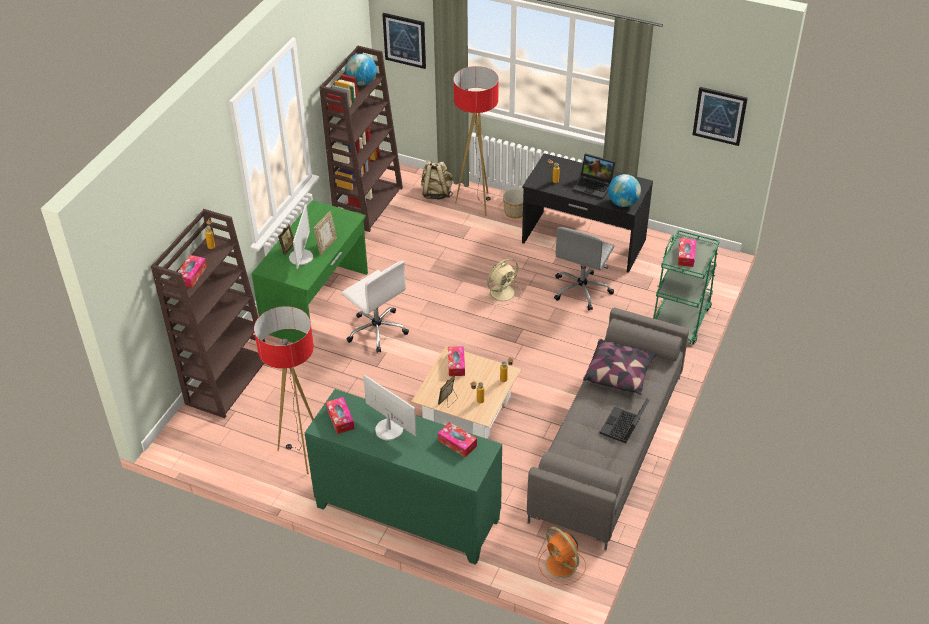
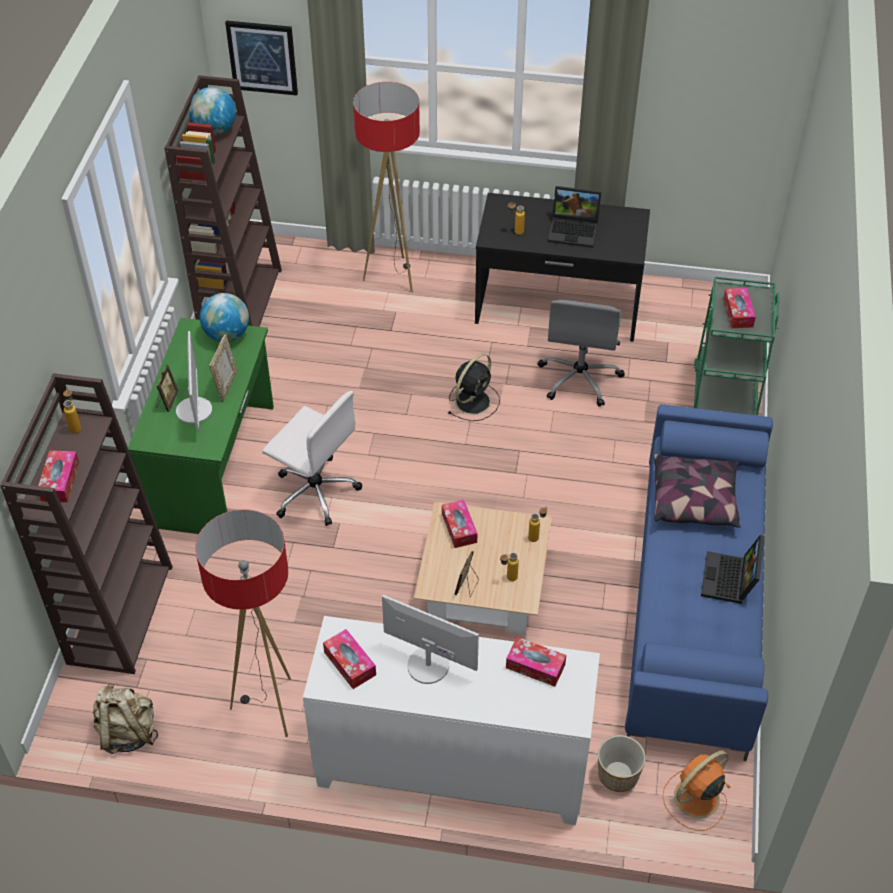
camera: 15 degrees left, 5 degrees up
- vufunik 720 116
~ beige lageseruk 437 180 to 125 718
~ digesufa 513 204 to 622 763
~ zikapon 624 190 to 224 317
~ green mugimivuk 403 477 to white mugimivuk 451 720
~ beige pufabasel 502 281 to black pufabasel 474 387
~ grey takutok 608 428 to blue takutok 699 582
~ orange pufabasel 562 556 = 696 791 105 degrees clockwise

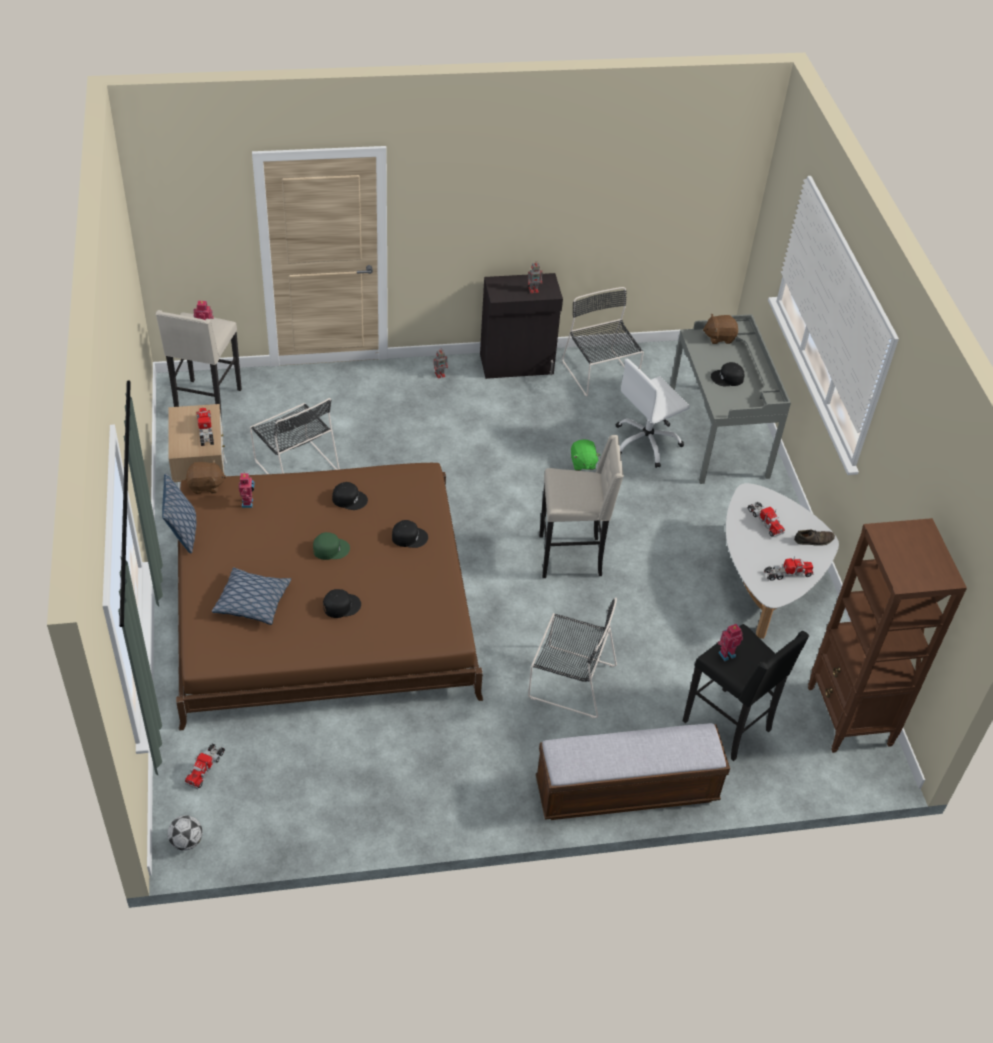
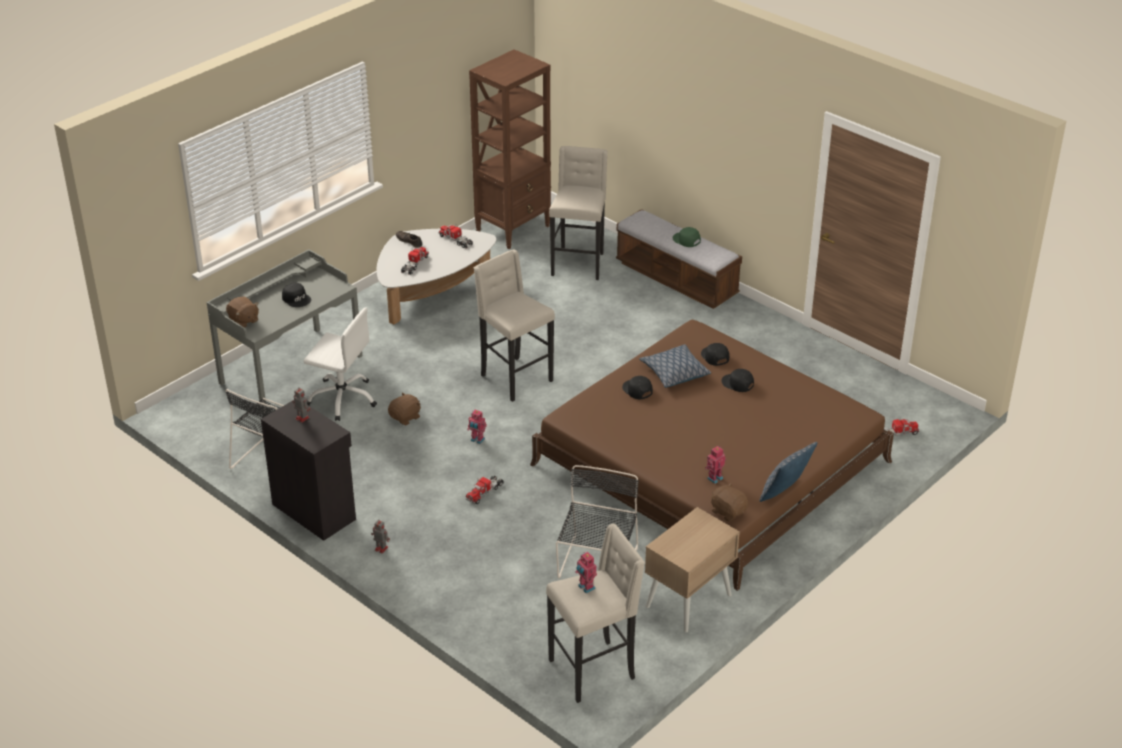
camera: 125 degrees left, 10 degrees down
- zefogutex 184 833
- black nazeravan 572 657
~ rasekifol 205 427 to 485 489
~ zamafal 251 596 to 675 366
~ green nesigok 331 546 to 687 237
~ black nesigok 350 496 to 715 354
~ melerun 730 642 to 477 427
~ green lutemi 585 455 to brown lutemi 404 409
~ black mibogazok 746 692 to beige mibogazok 578 213

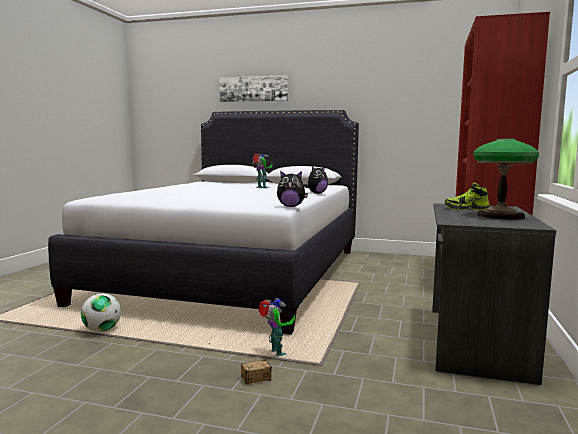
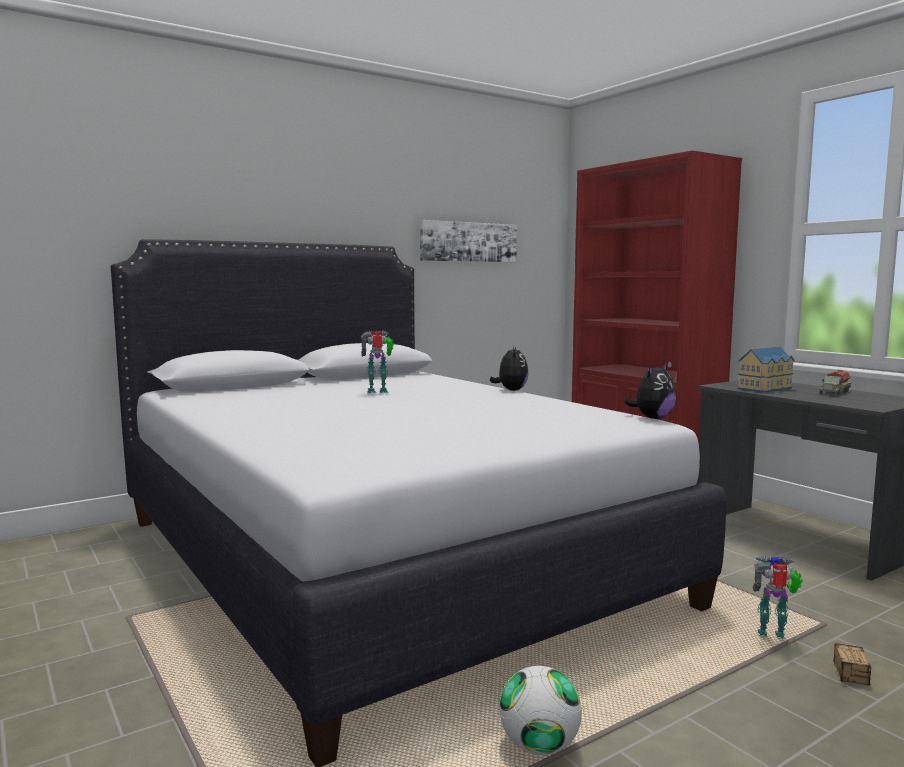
camera: 50 degrees left, 0 degrees up
~ vufunik 253 88 to 468 241
~ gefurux 467 196 to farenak 766 369
~ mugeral 506 179 to rasekifol 835 383

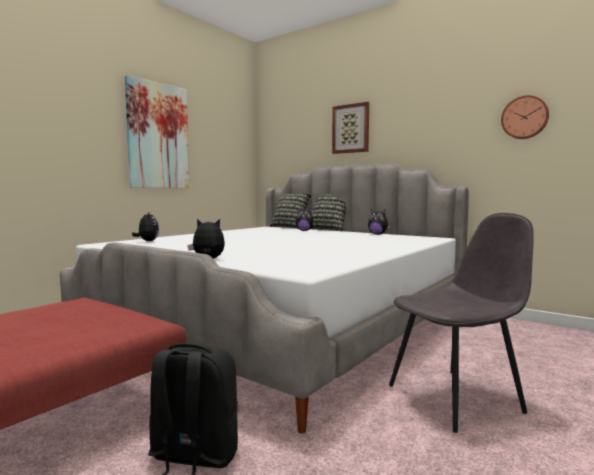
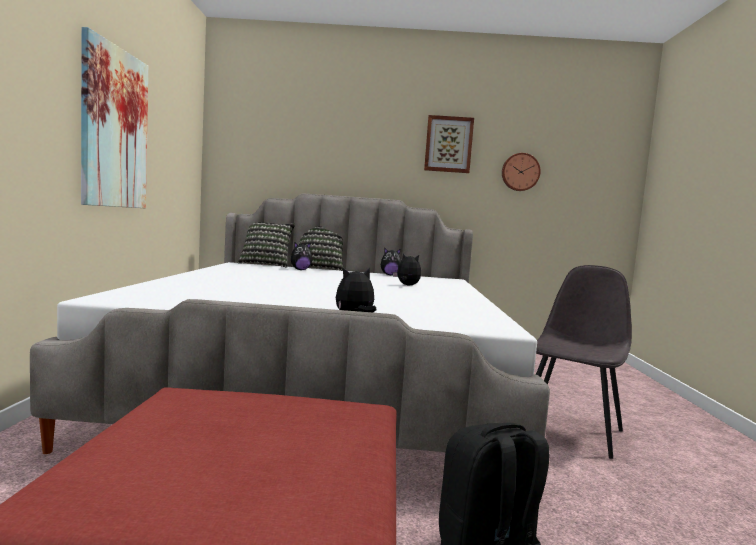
camera: 35 degrees left, 0 degrees up
~ lutemi 145 226 to 407 269
~ vufunik 350 128 to 449 144

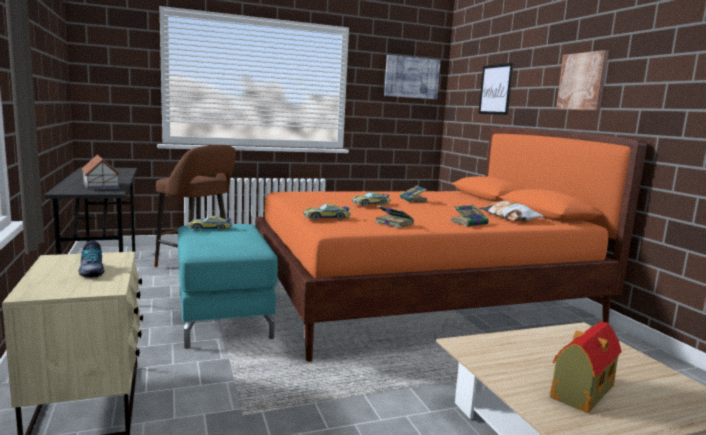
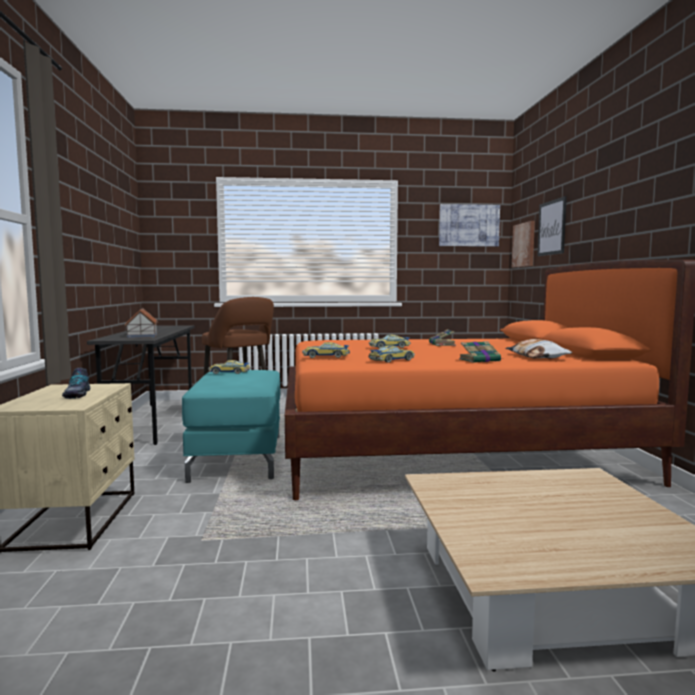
camera: 15 degrees right, 5 degrees down
- farenak 586 367
~ vufunik 582 80 to 523 244
~ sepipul 394 217 to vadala 391 354

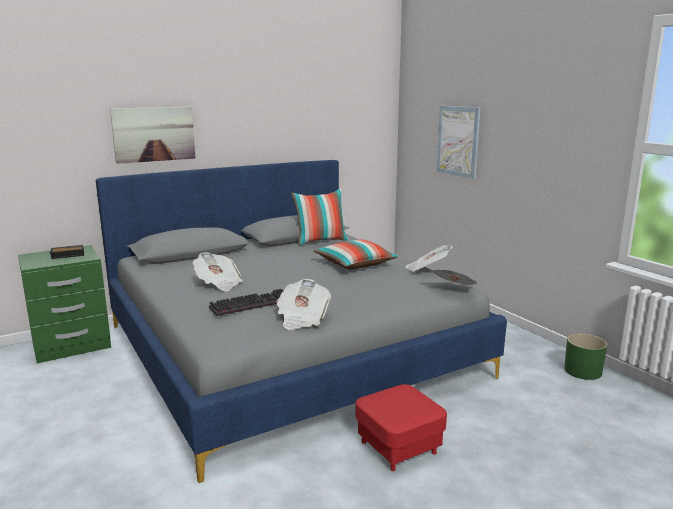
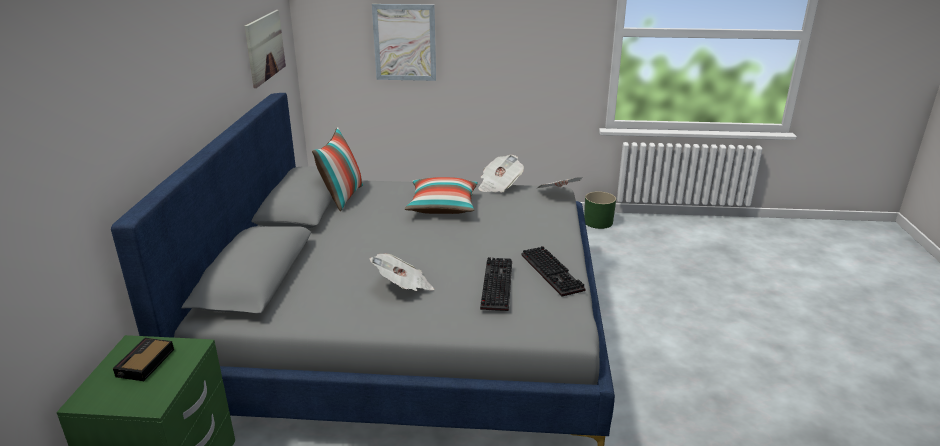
camera: 55 degrees left, 10 degrees up
- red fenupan 401 427
~ vufunik 152 135 to 265 49
~ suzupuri 303 304 to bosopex 553 271

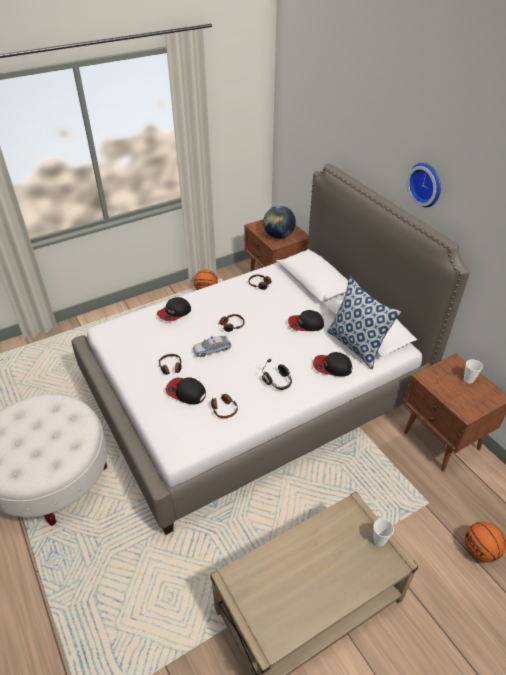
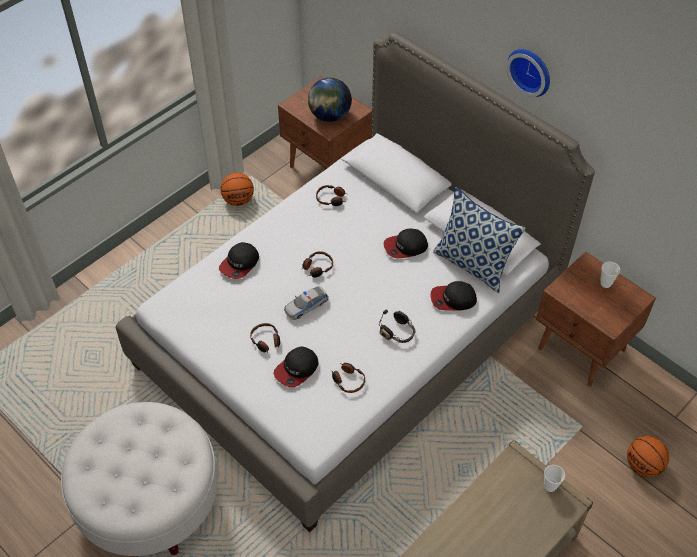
camera: 15 degrees left, 10 degrees up
~ nesigok 185 391 = 296 366 60 degrees counterclockwise

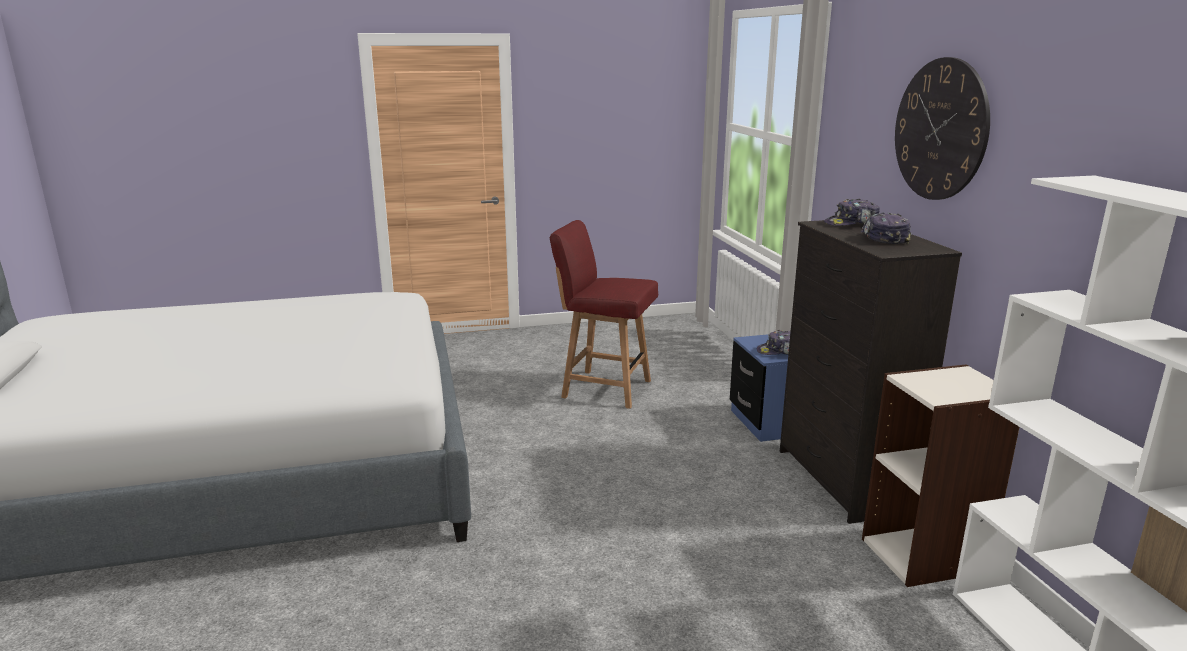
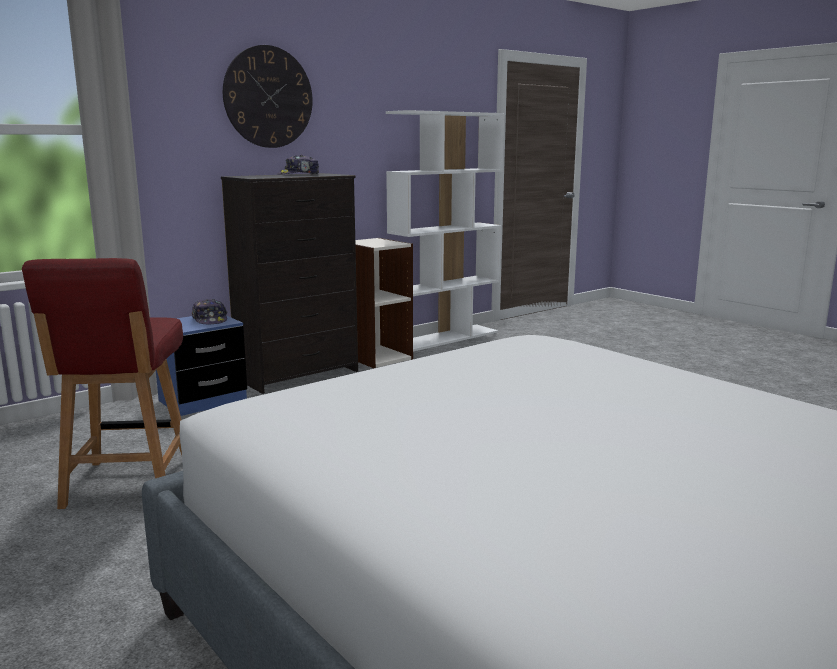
camera: 115 degrees left, 5 degrees down
- nesigok 852 212

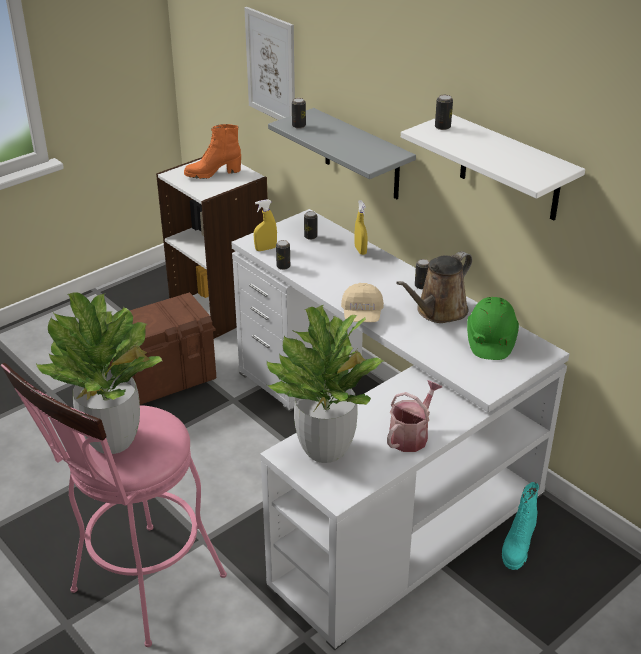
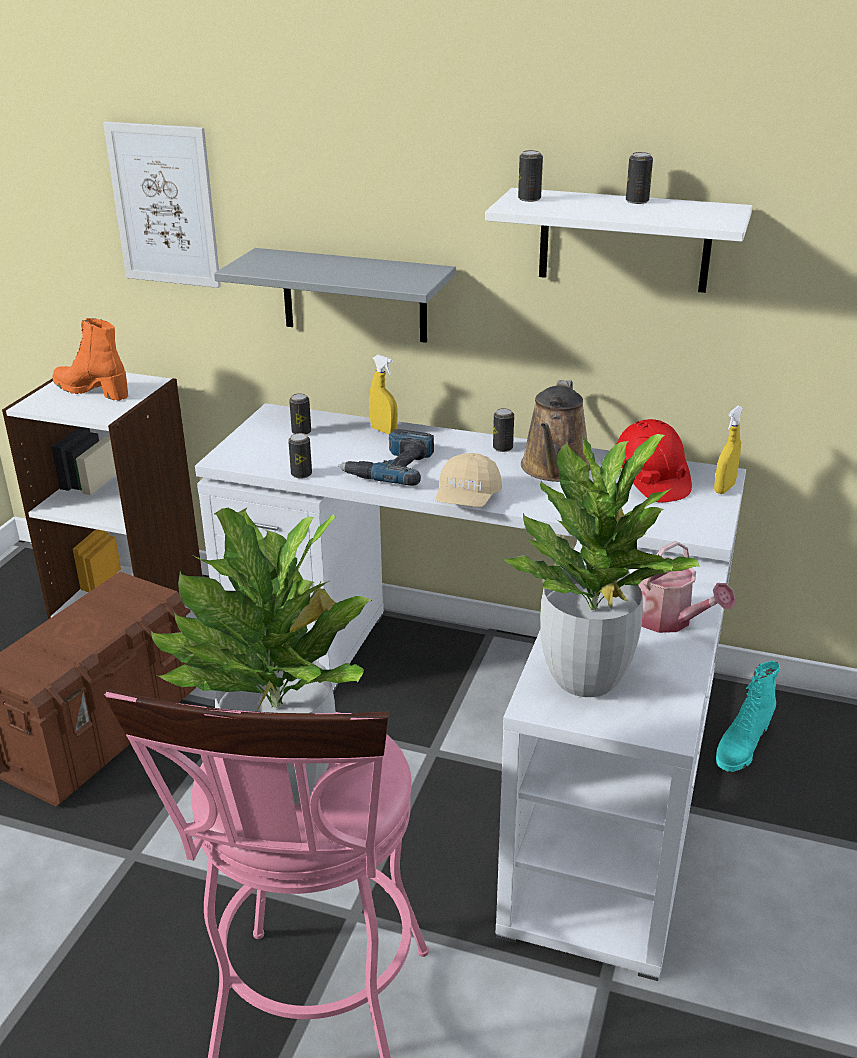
camera: 30 degrees left, 5 degrees down
+ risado 386 457
~ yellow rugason 265 225 to 728 450
~ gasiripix 299 113 to 639 178
~ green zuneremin 493 328 to red zuneremin 654 461
~ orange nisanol 212 151 = 90 359 75 degrees clockwise
~ beige nesigok 362 302 = 469 480 45 degrees clockwise
~ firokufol 414 416 = 680 587 135 degrees clockwise
~ turquoise nisanol 520 526 = 748 716 45 degrees clockwise

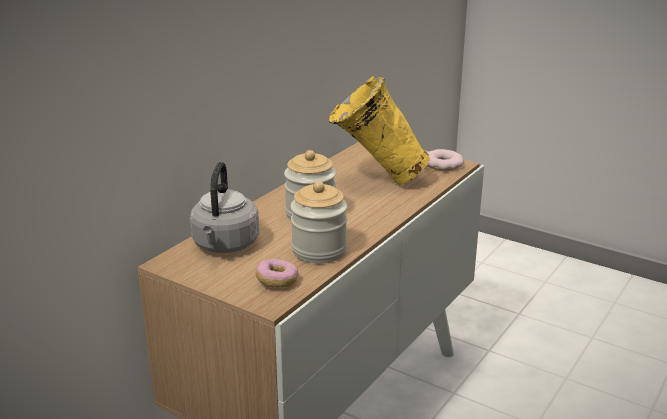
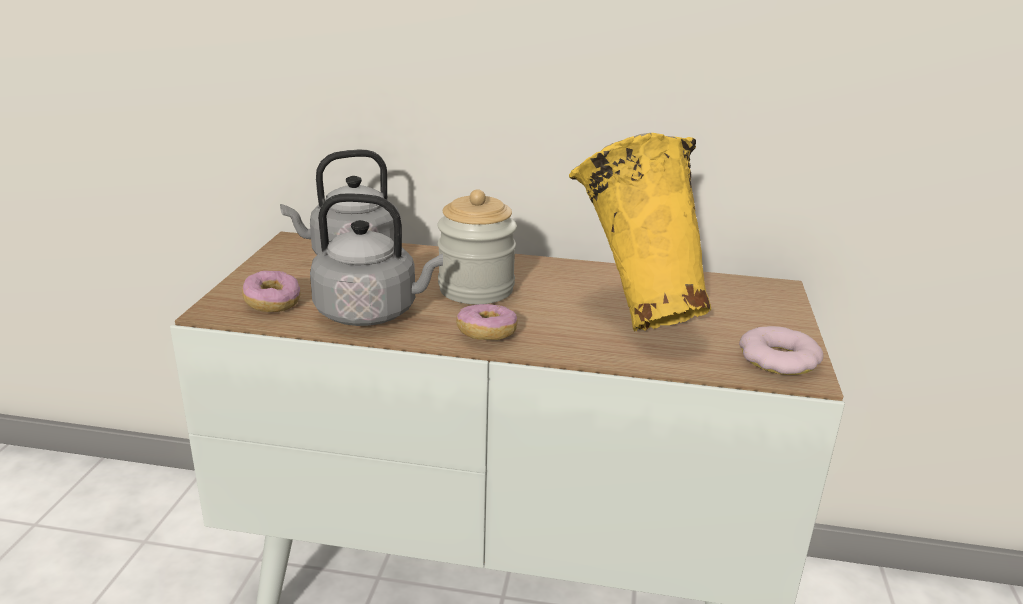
camera: 65 degrees right, 0 degrees up
+ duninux 487 322
~ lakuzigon 318 222 to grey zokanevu 376 259

